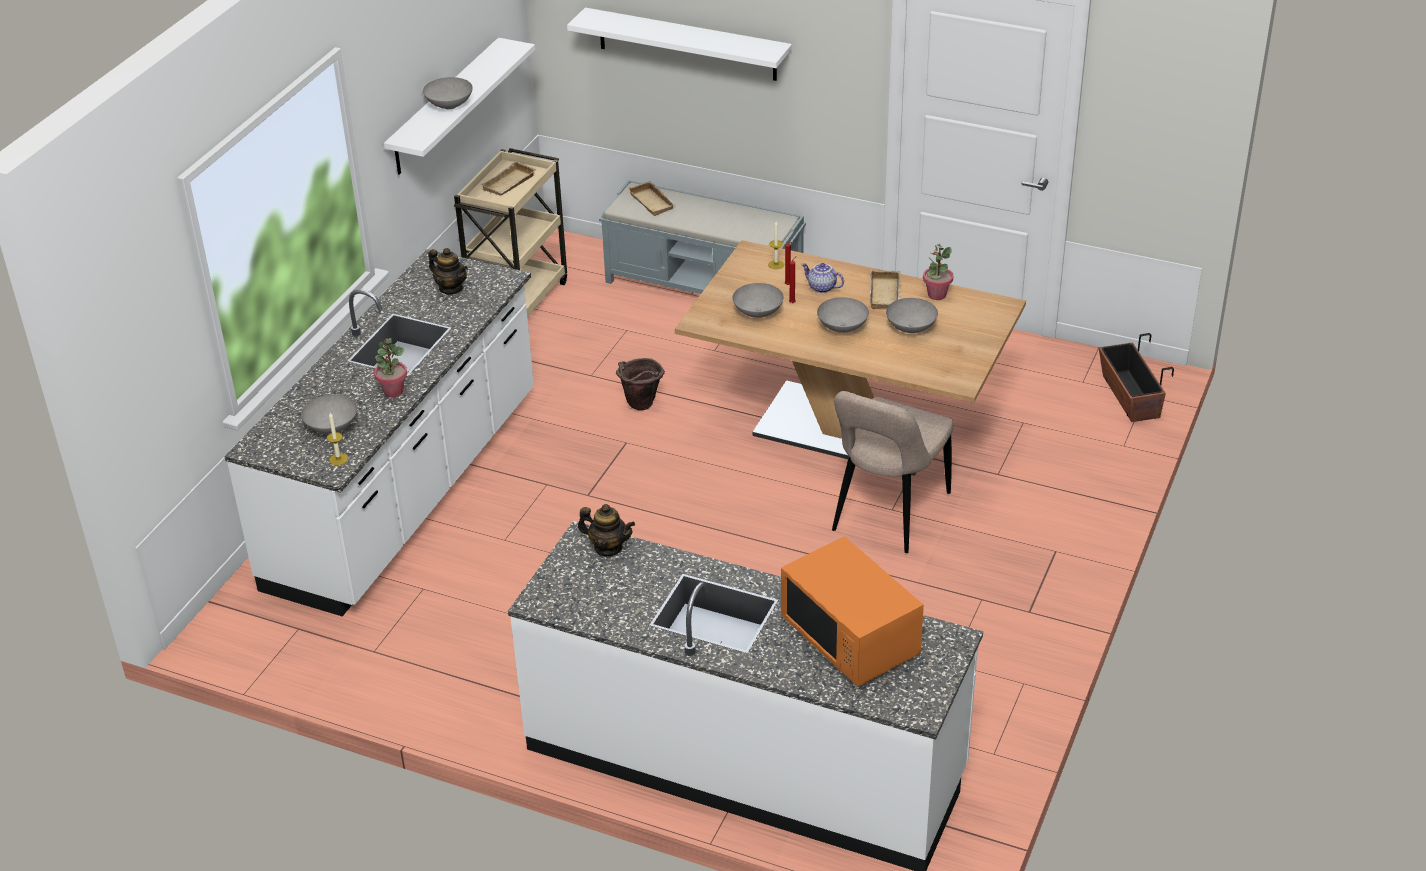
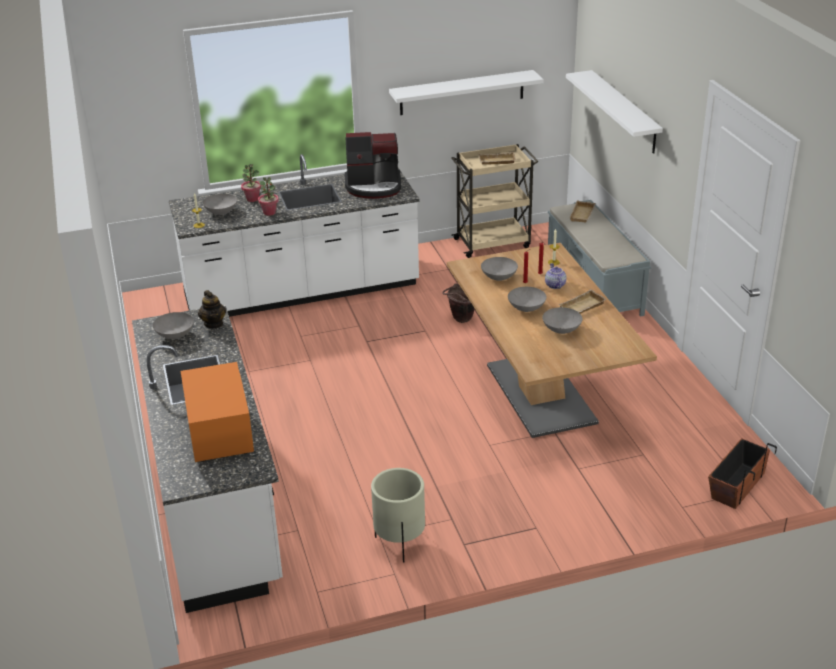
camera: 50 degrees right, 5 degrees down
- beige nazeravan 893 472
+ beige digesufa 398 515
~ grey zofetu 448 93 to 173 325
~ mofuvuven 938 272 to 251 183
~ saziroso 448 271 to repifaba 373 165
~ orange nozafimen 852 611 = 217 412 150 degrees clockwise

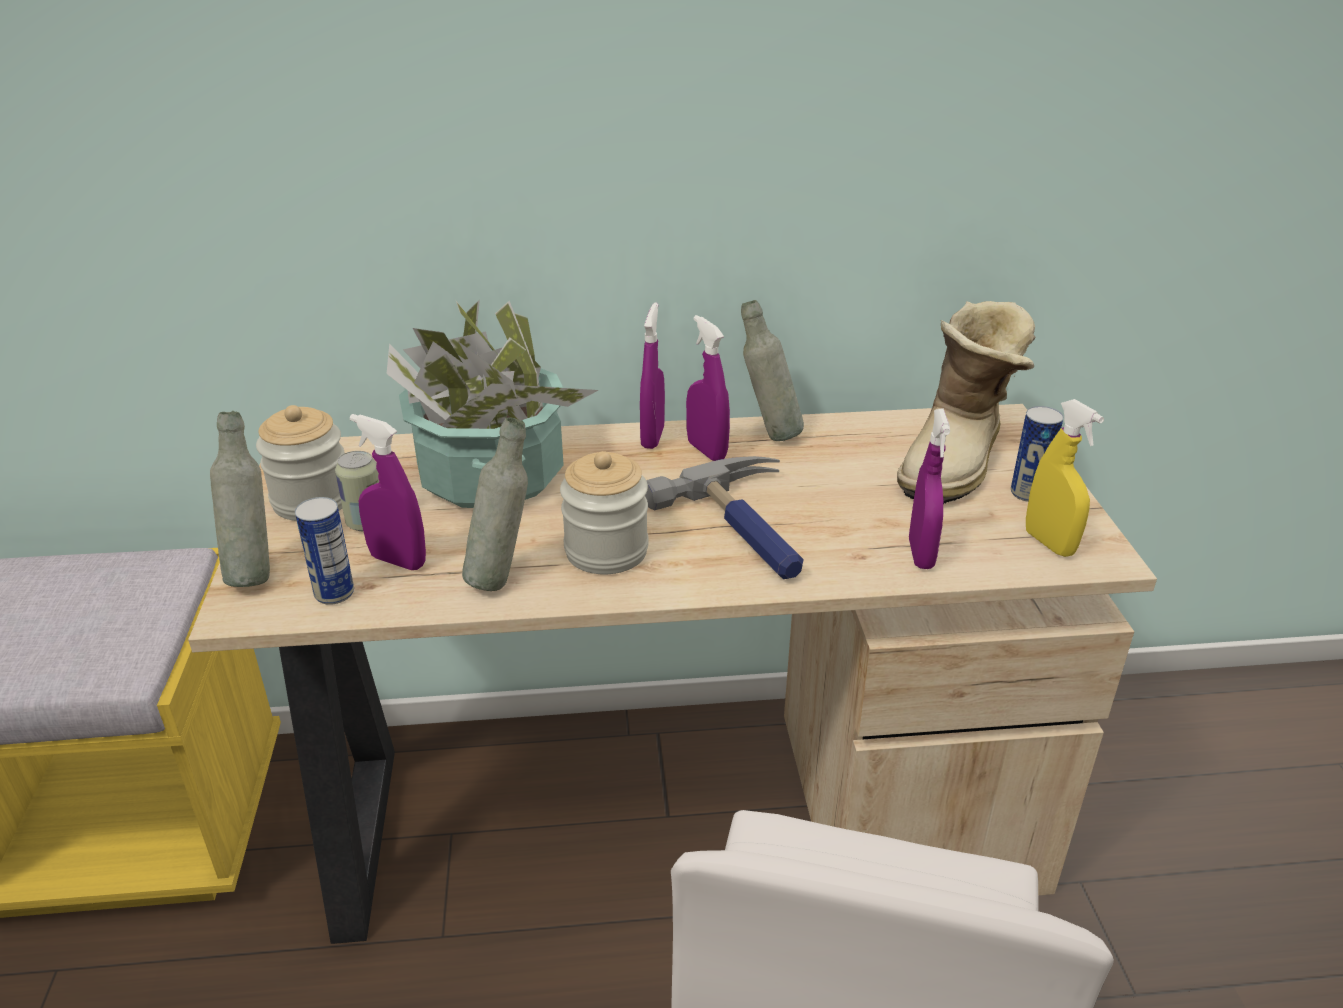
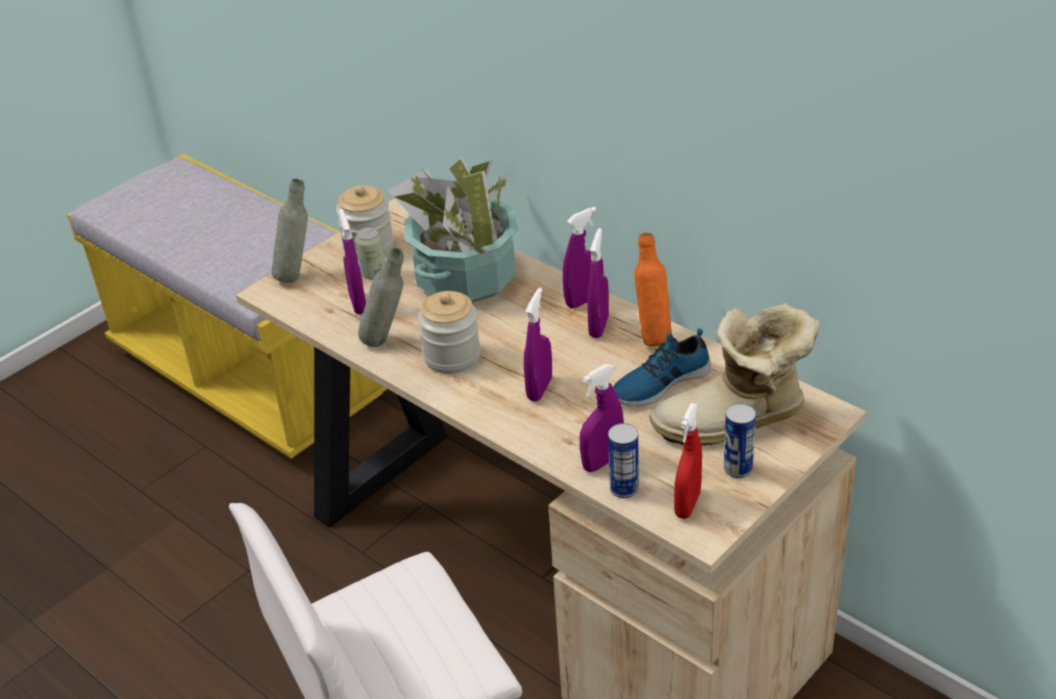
camera: 50 degrees right, 5 degrees up
+ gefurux 662 367
~ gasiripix 324 551 to 623 460
~ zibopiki 724 517 to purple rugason 538 344
~ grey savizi 772 370 to orange savizi 653 289
~ yellow rugason 1065 478 to red rugason 688 461

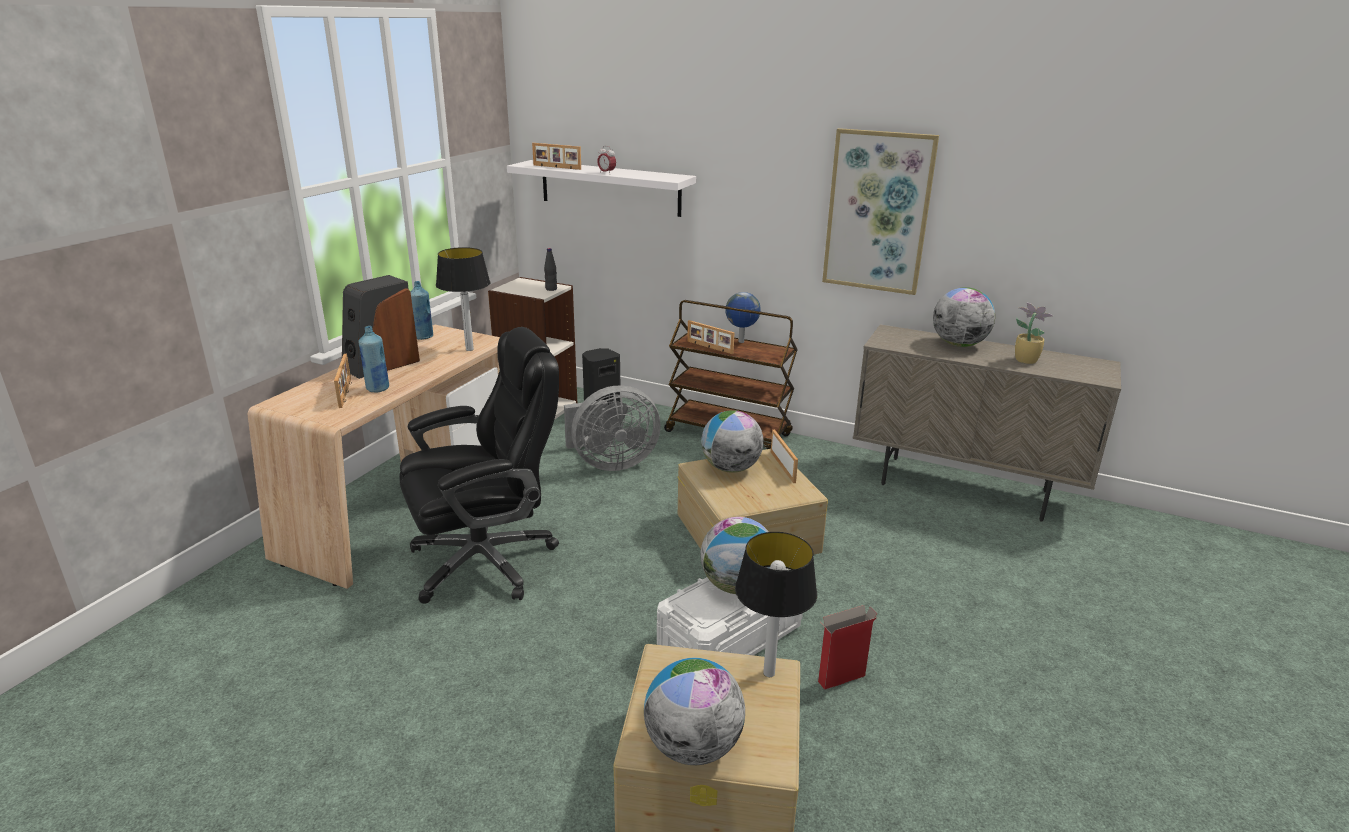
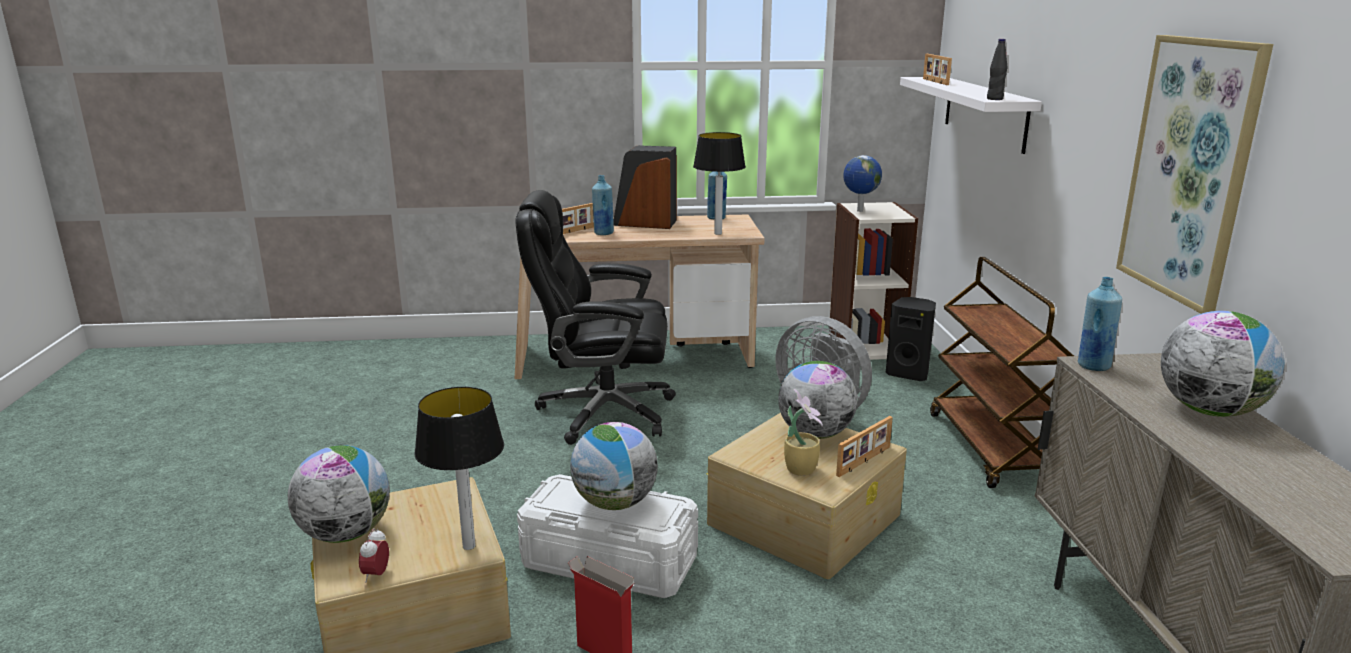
camera: 60 degrees right, 5 degrees down
- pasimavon 711 337
+ blue savizi 1100 324
~ black savizi 550 269 to 997 69
~ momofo 606 159 to 374 555
~ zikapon 743 317 to 862 183
~ mofuvuven 1034 333 to 803 432
~ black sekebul 479 465 = 595 317 150 degrees clockwise

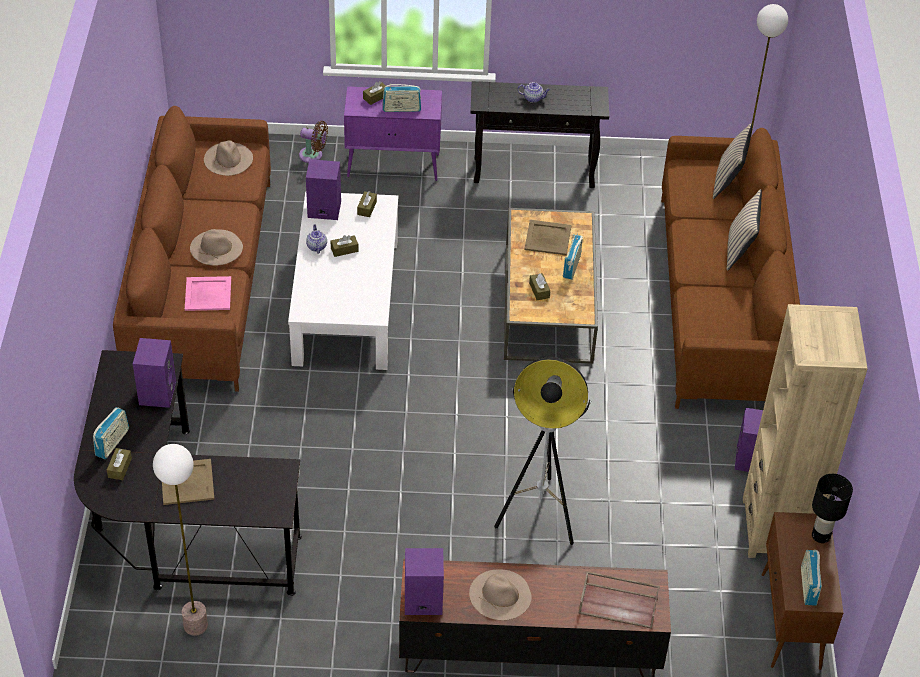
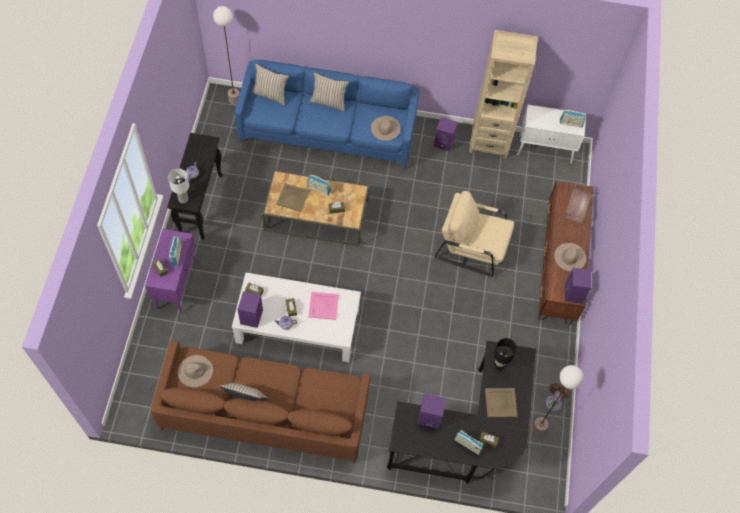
camera: 85 degrees left, 15 degrees up
+ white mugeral 178 185
+ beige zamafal 243 392
~ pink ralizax 208 293 to 323 306
~ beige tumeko 216 247 to 386 128
~ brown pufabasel 313 142 to 558 397
~ black mugeral 832 508 to 505 354
~ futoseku 542 451 to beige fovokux 474 234
~ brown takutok 730 268 to blue takutok 327 114
~ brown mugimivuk 803 591 to white mugimivuk 551 134

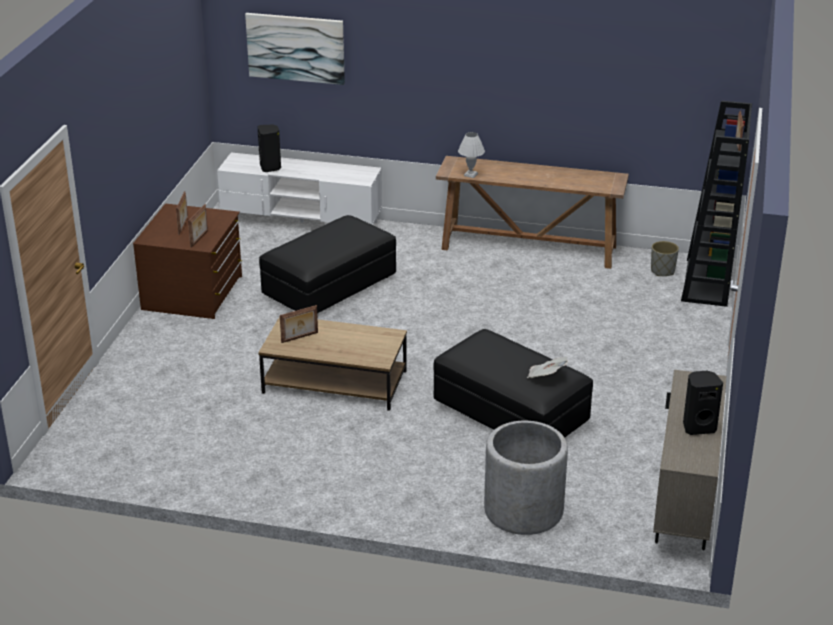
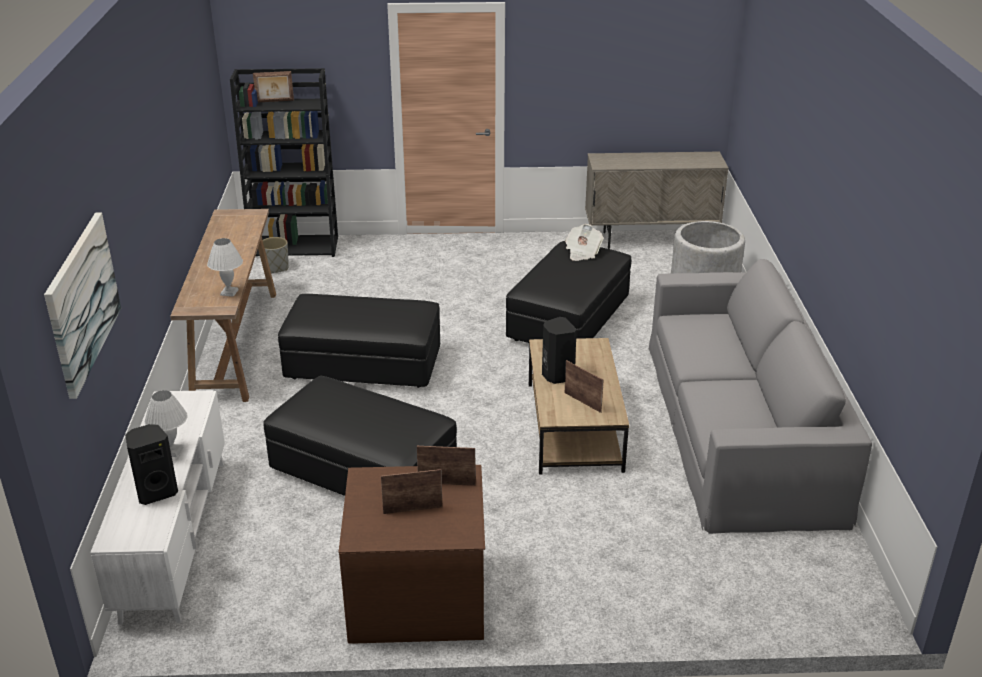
camera: 105 degrees left, 0 degrees up
+ white mugeral 166 423
+ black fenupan 359 341
+ grey takutok 760 396
~ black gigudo 703 403 to 559 350

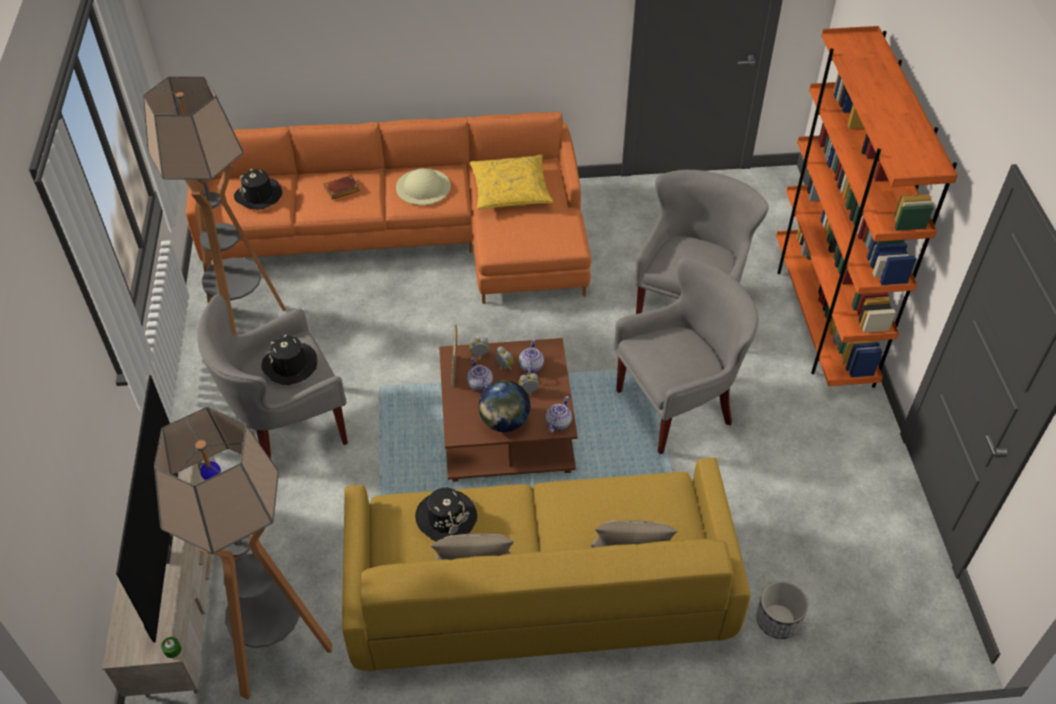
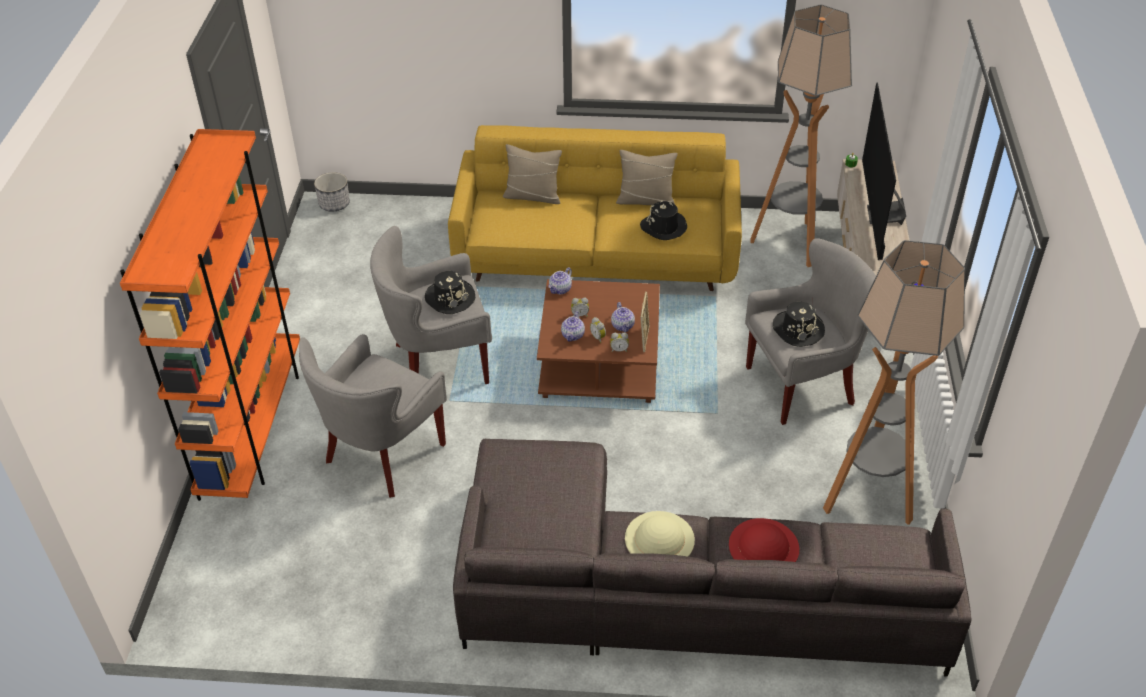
camera: 170 degrees left, 5 degrees down
- yellow zamafal 512 182
- zikapon 504 406
~ black tumeko 258 189 to 450 292
~ digesufa 782 610 to 332 192
~ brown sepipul 342 187 to red tumeko 764 540
~ orange takutok 388 207 to grey takutok 712 558

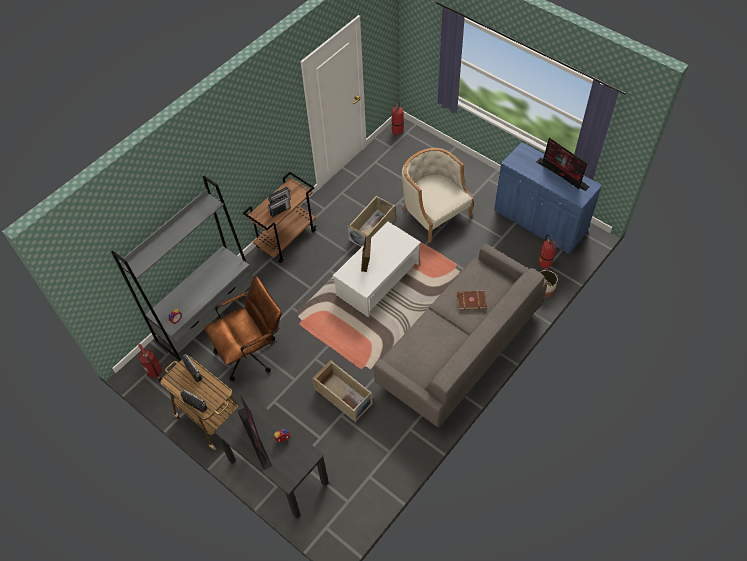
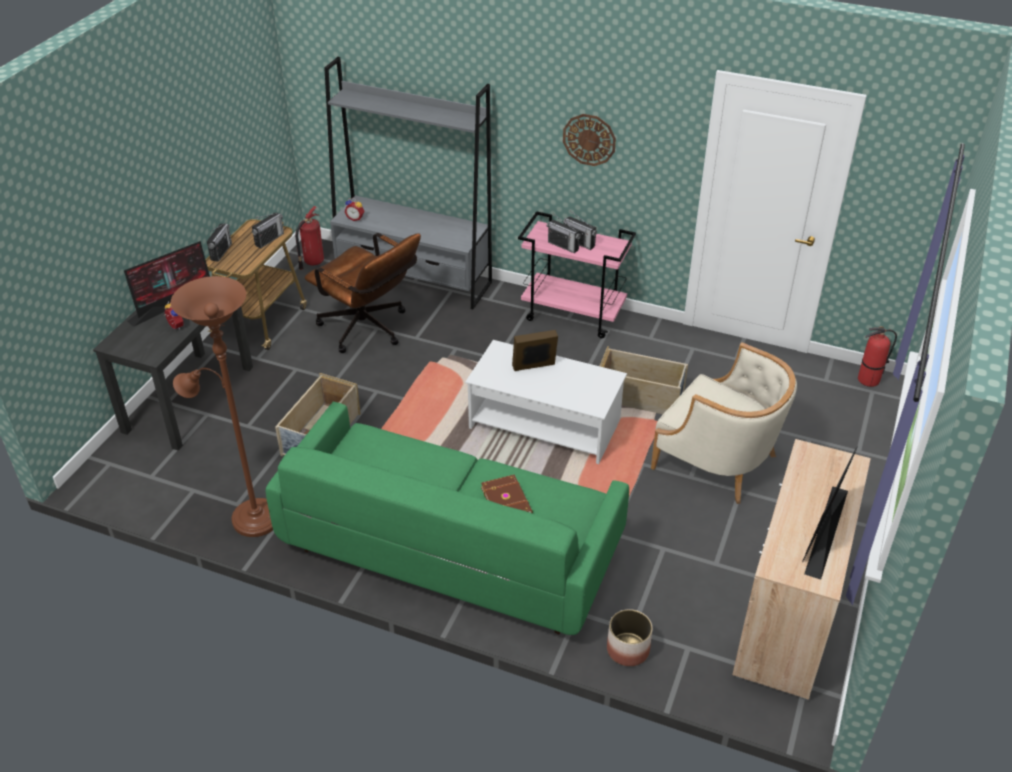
camera: 70 degrees right, 15 degrees down
- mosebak 547 251
+ brown futoseku 222 406
+ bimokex 589 140
~ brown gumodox 279 217 to pink gumodox 577 274
~ grey takutok 461 335 to green takutok 447 518
~ blue mugimivuk 548 198 to beige mugimivuk 801 569
~ beige fovokux 438 195 = 724 423 90 degrees clockwise

